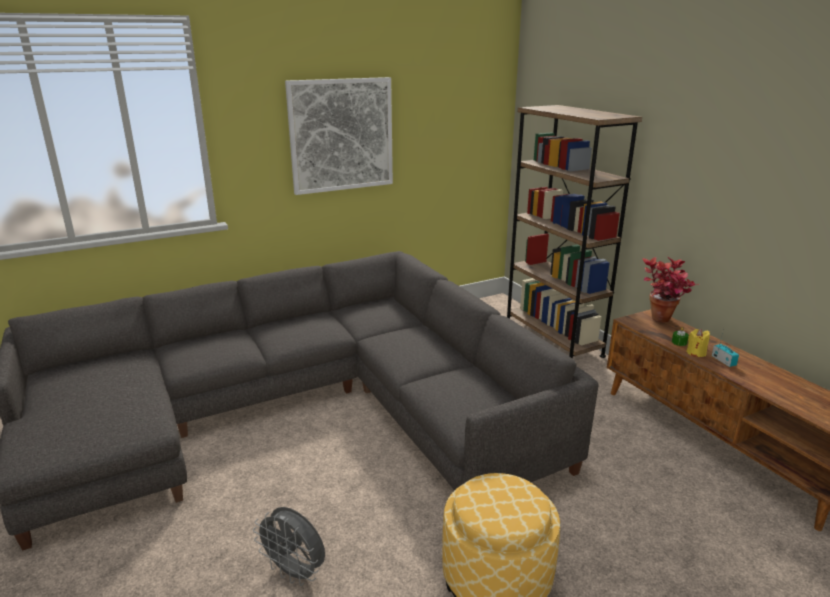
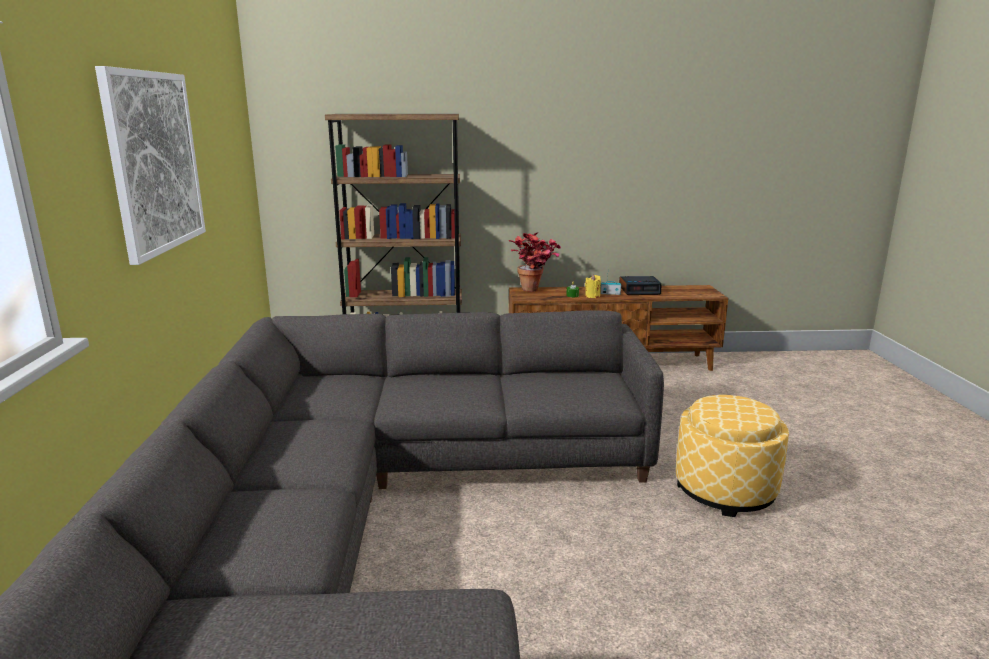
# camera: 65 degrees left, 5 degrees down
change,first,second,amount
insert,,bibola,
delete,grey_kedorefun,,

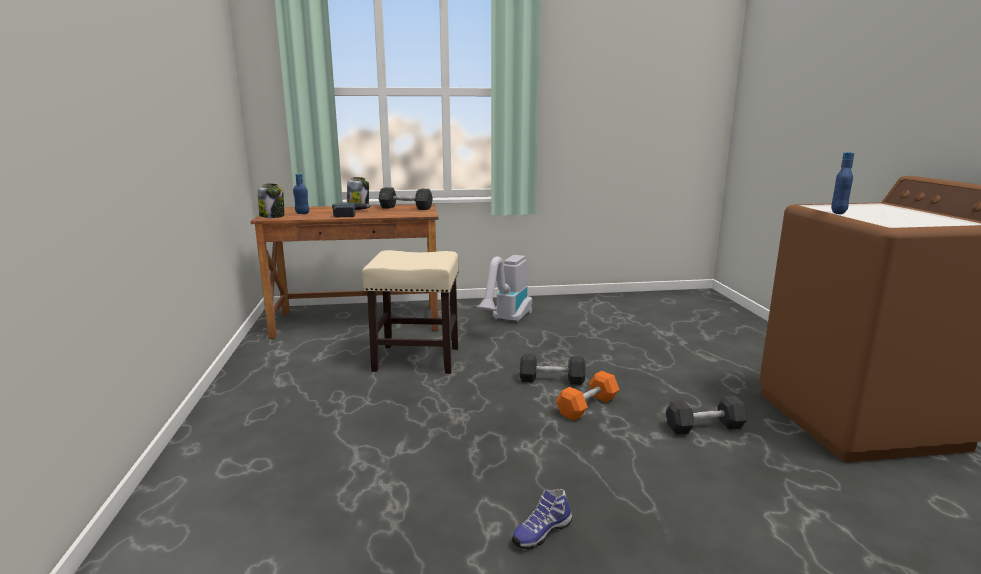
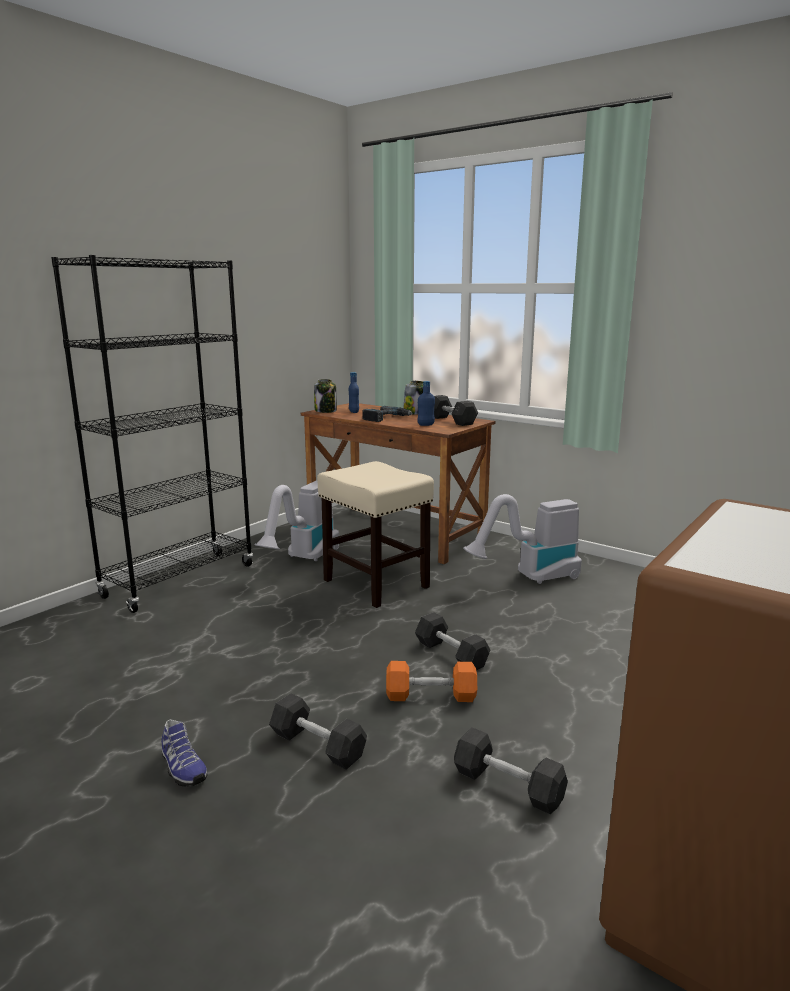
# camera: 45 degrees right, 0 degrees up
change,first,second,amount
insert,,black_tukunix,
rotate,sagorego,,135 degrees counterclockwise
insert,,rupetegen (1st from left),
insert,,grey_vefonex (1st from left),
move,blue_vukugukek (2nd from left),,

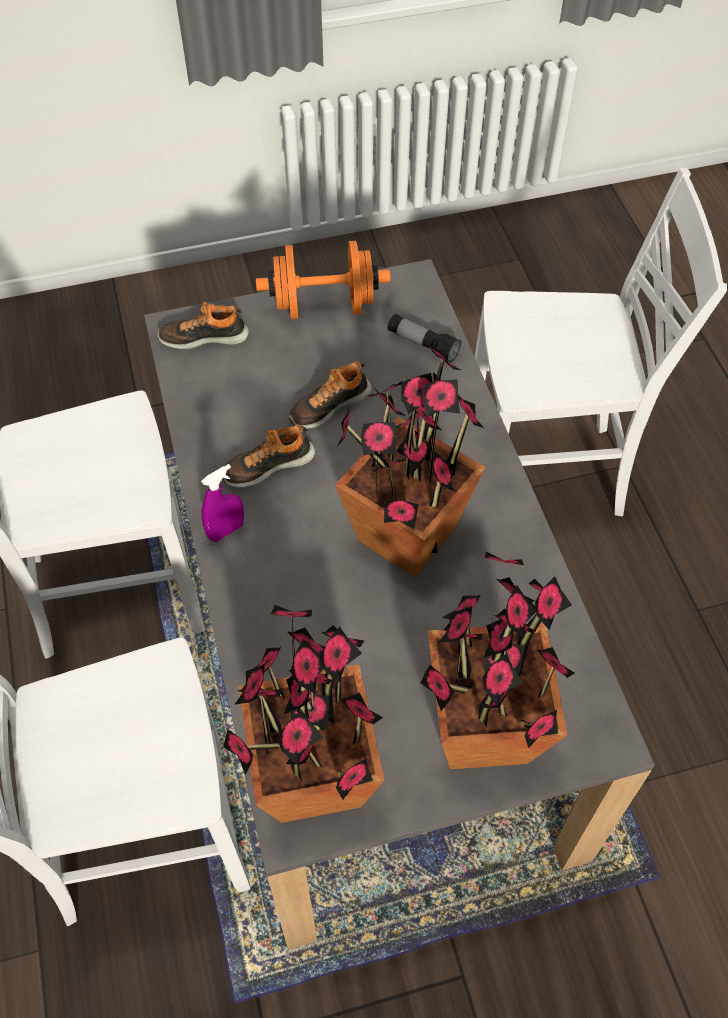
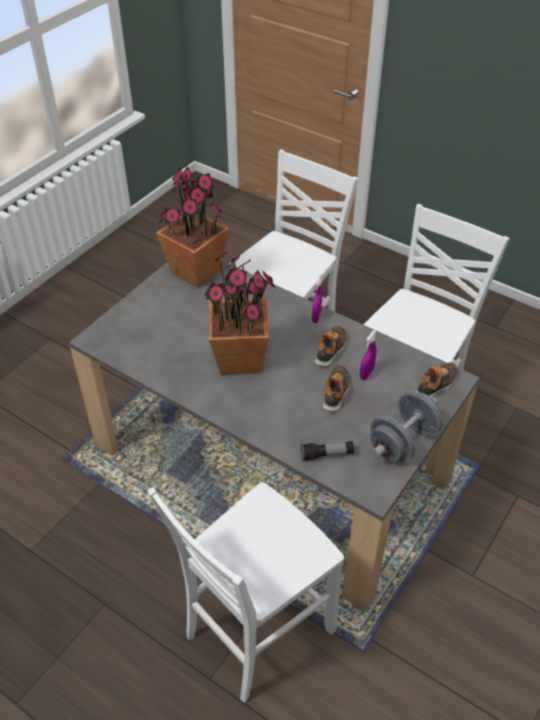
# camera: 140 degrees right, 10 degrees down
change,first,second,amount
insert,,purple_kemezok (2nd from left),
recolor,orange_vefonex,grey_vefonex,
delete,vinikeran (3rd from left),,

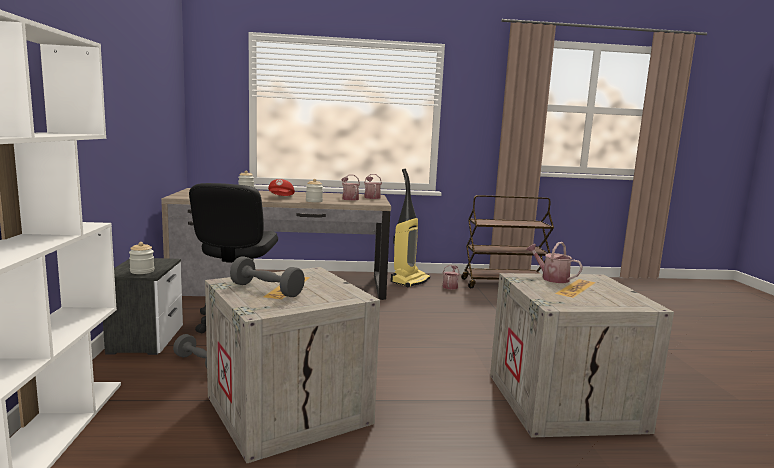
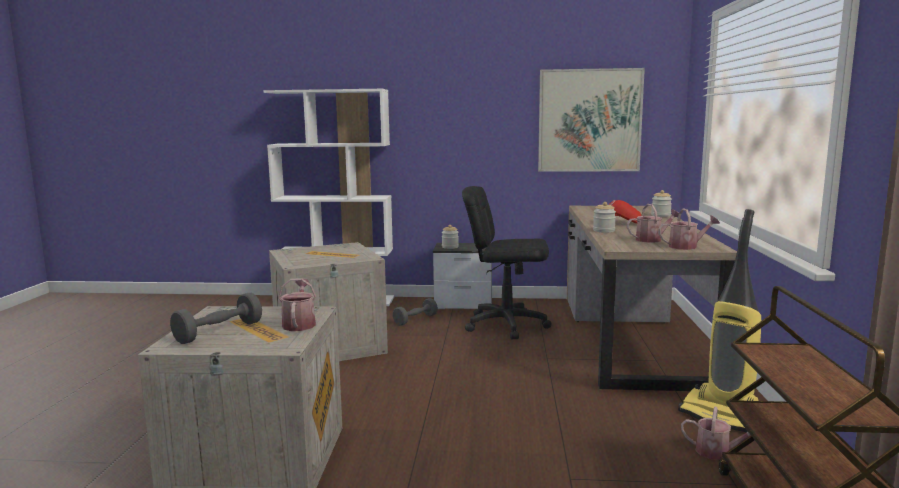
# camera: 100 degrees right, 0 degrees up
change,first,second,amount
move,grey_vefonex (2nd from left in the first image),grey_vefonex (1st from left),
rotate,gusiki (4th from left in the first image),gusiki (1st from left),60 degrees counterclockwise
insert,,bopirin,

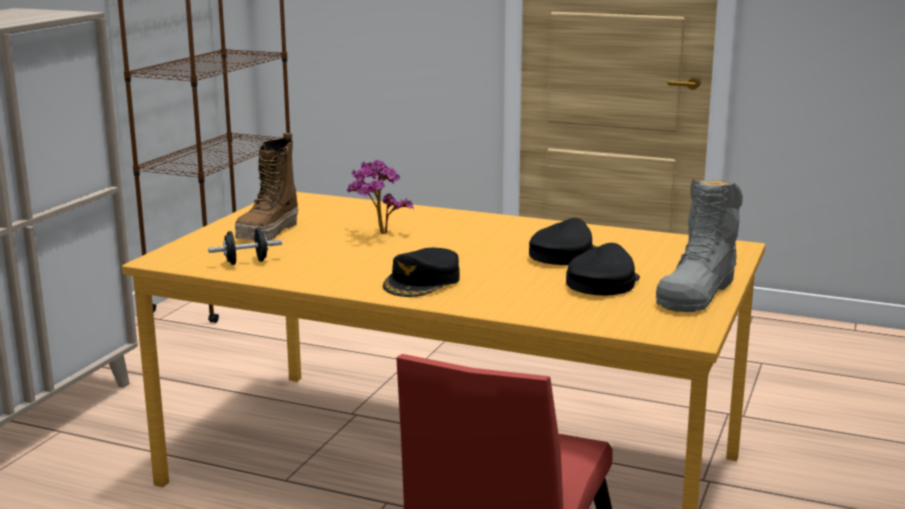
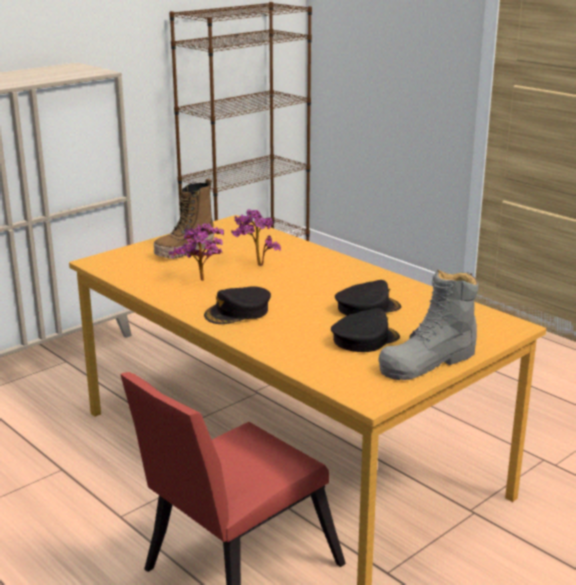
# camera: 25 degrees right, 5 degrees up
change,first,second,amount
insert,,vinikeran (1st from left),
delete,black_vefonex,,

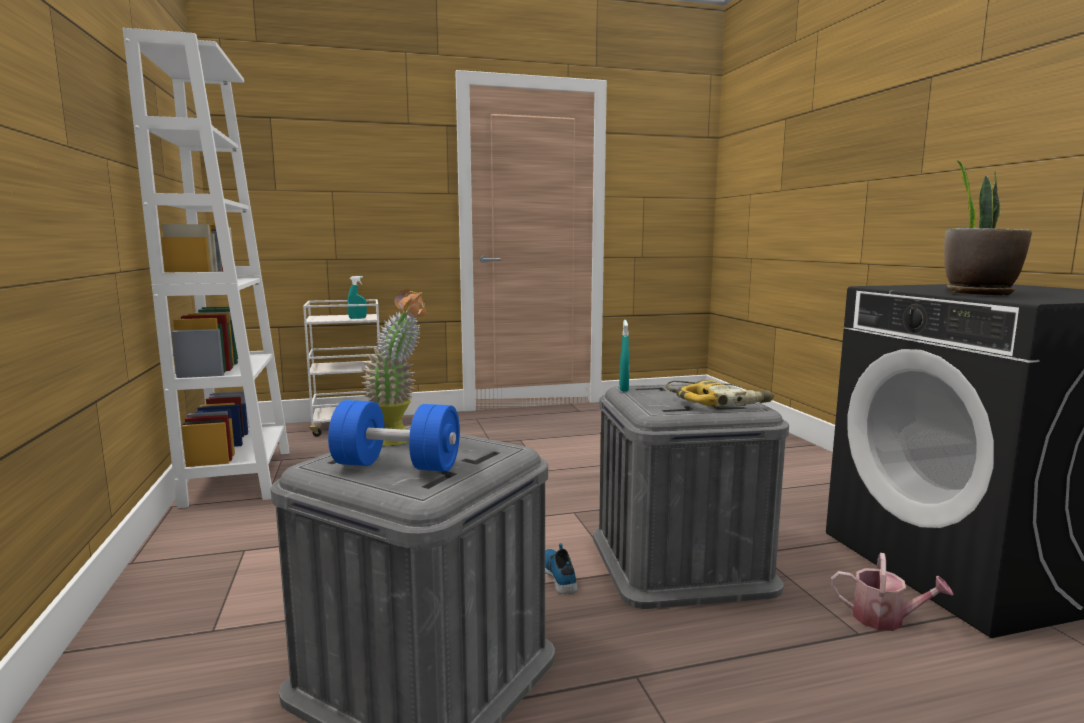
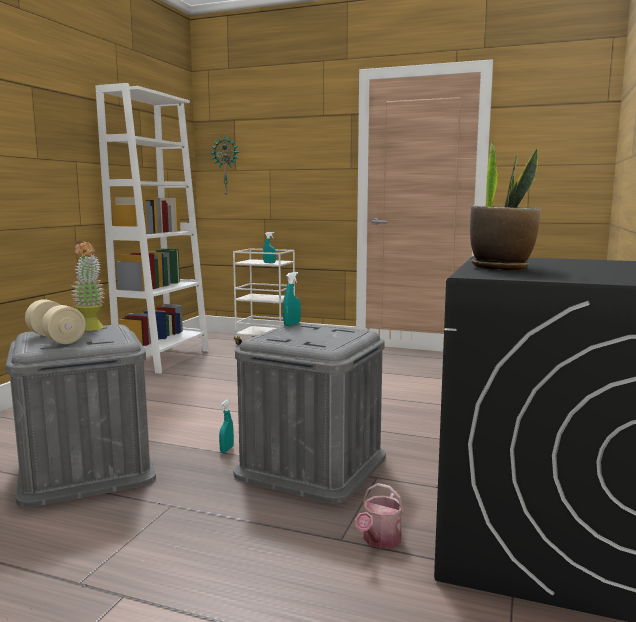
# camera: 35 degrees right, 0 degrees up
change,first,second,amount
recolor,blue_vefonex,beige_vefonex,
insert,,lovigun,
replace,sagorego,turquoise_kemezok (1st from left),
rotate,gusiki,,60 degrees clockwise
delete,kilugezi,,

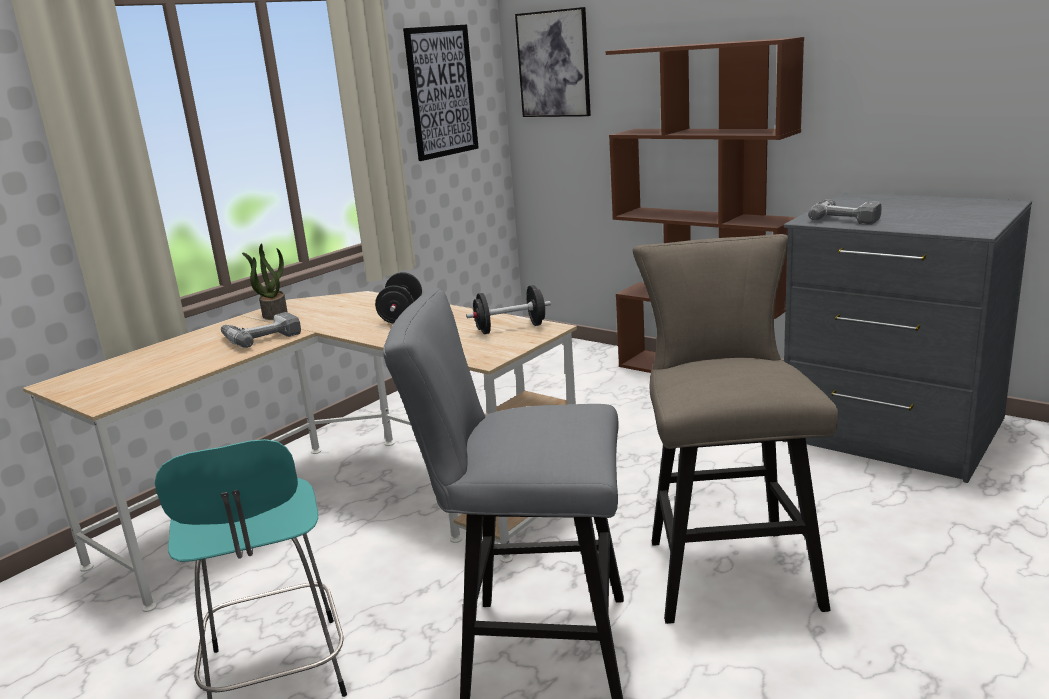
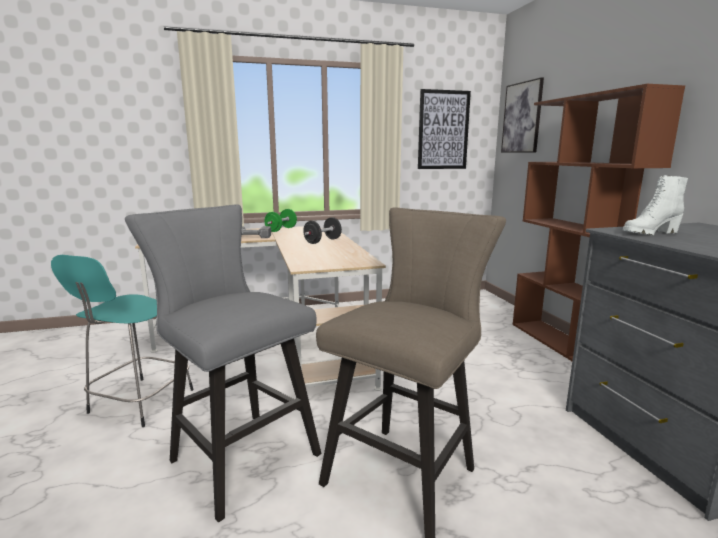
# camera: 35 degrees right, 5 degrees down
change,first,second,amount
replace,vinikeran,green_vefonex,
replace,kilugezi (2nd from left),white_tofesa,
delete,black_vefonex (2nd from left),,

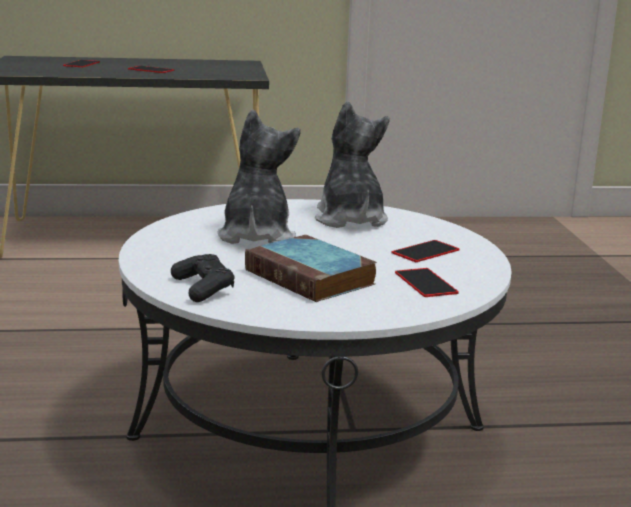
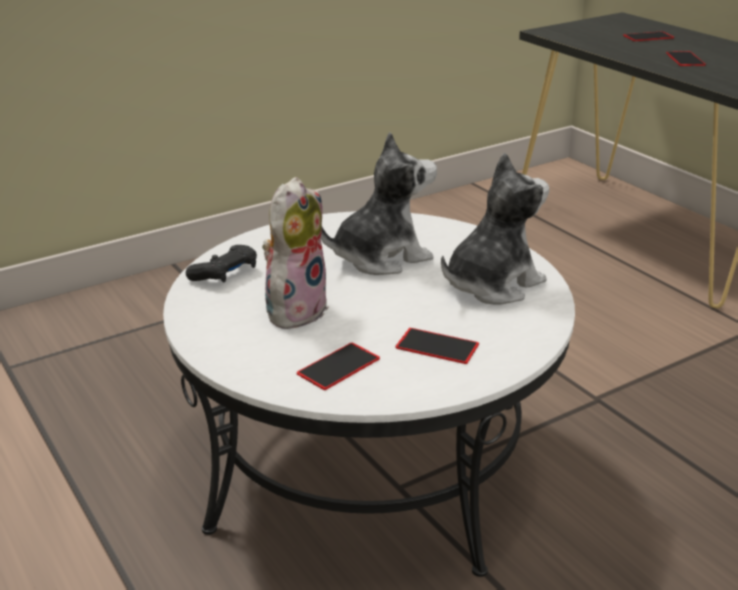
# camera: 65 degrees right, 10 degrees up
change,first,second,amount
replace,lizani,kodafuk (1st from left),

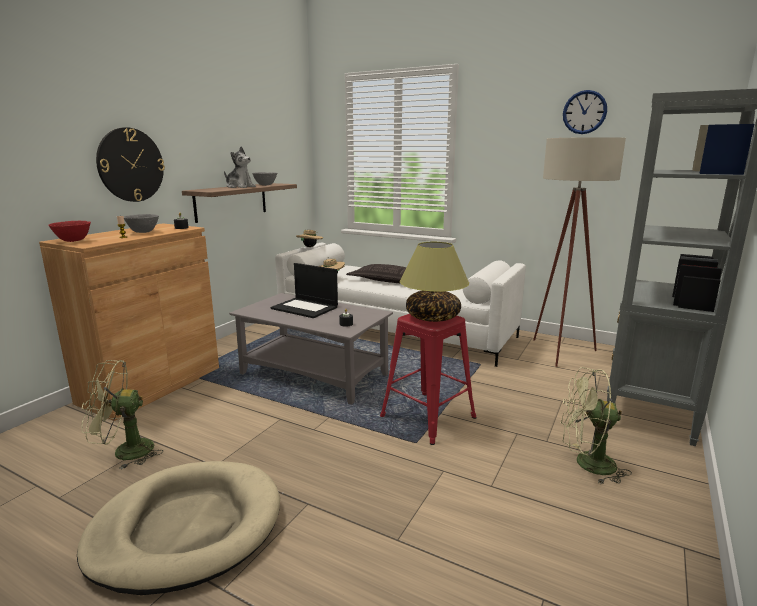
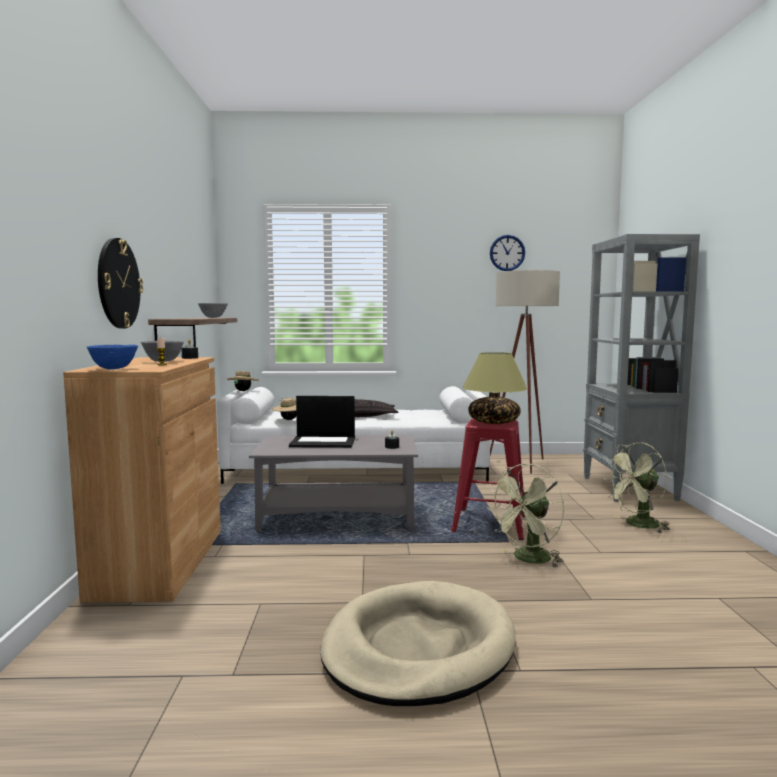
# camera: 30 degrees left, 10 degrees down
change,first,second,amount
recolor,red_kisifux,blue_kisifux,
move,green_kedorefun (1st from left),,
delete,kodafuk,,

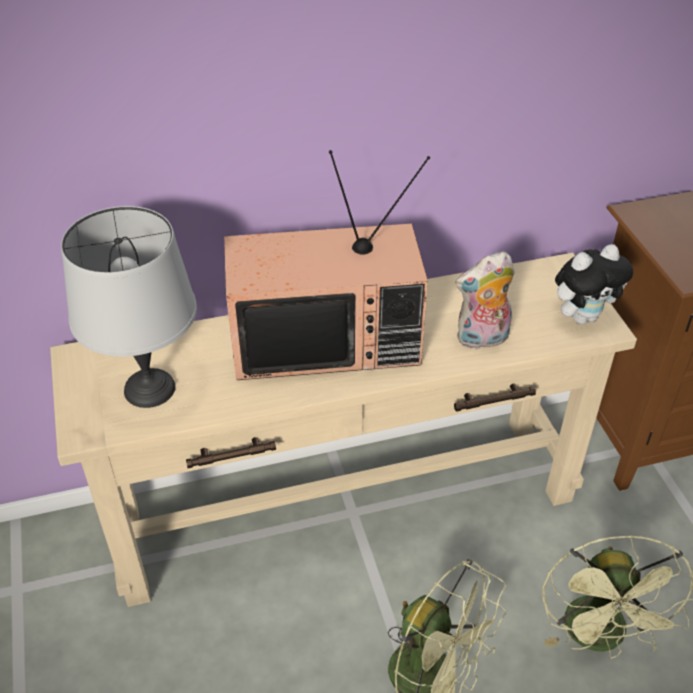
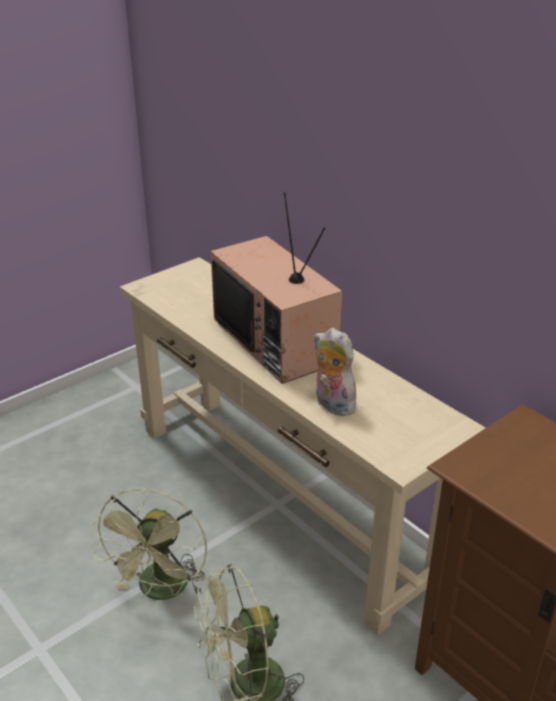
# camera: 65 degrees right, 10 degrees down
change,first,second,amount
delete,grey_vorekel,,
delete,kodafuk (2nd from left),,

